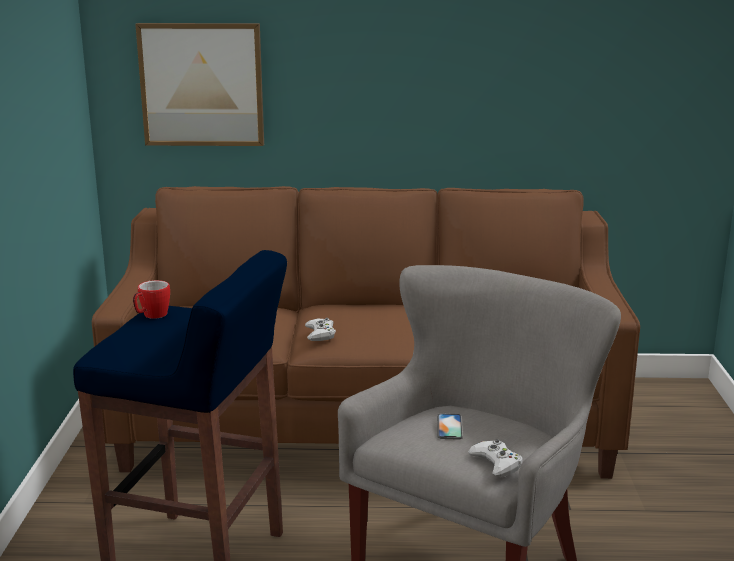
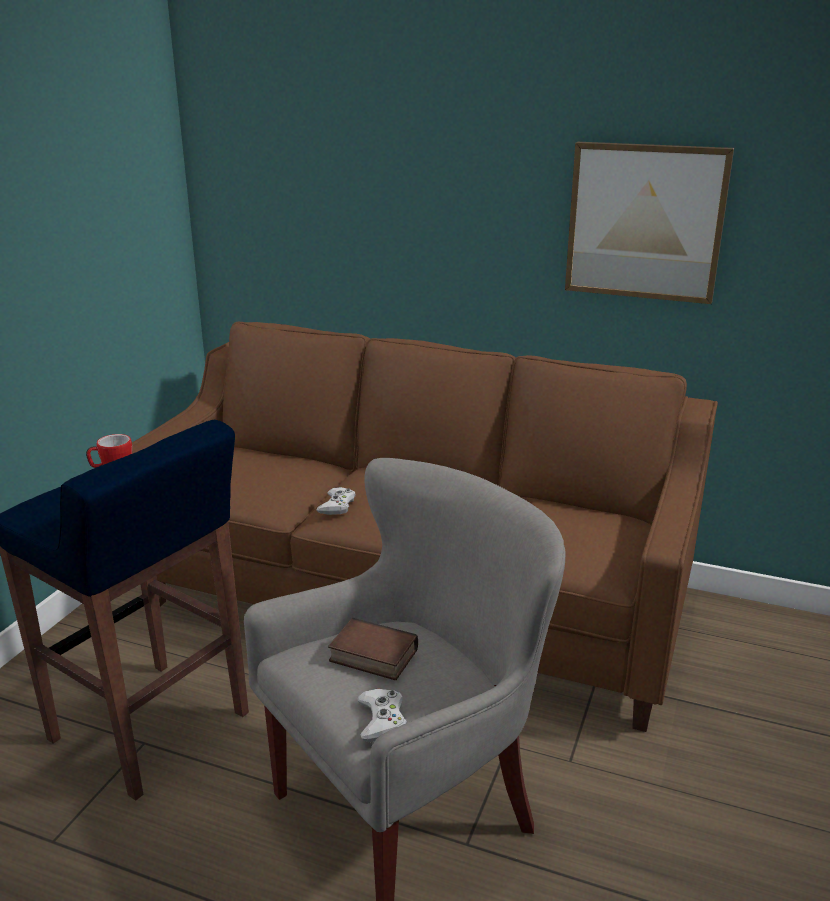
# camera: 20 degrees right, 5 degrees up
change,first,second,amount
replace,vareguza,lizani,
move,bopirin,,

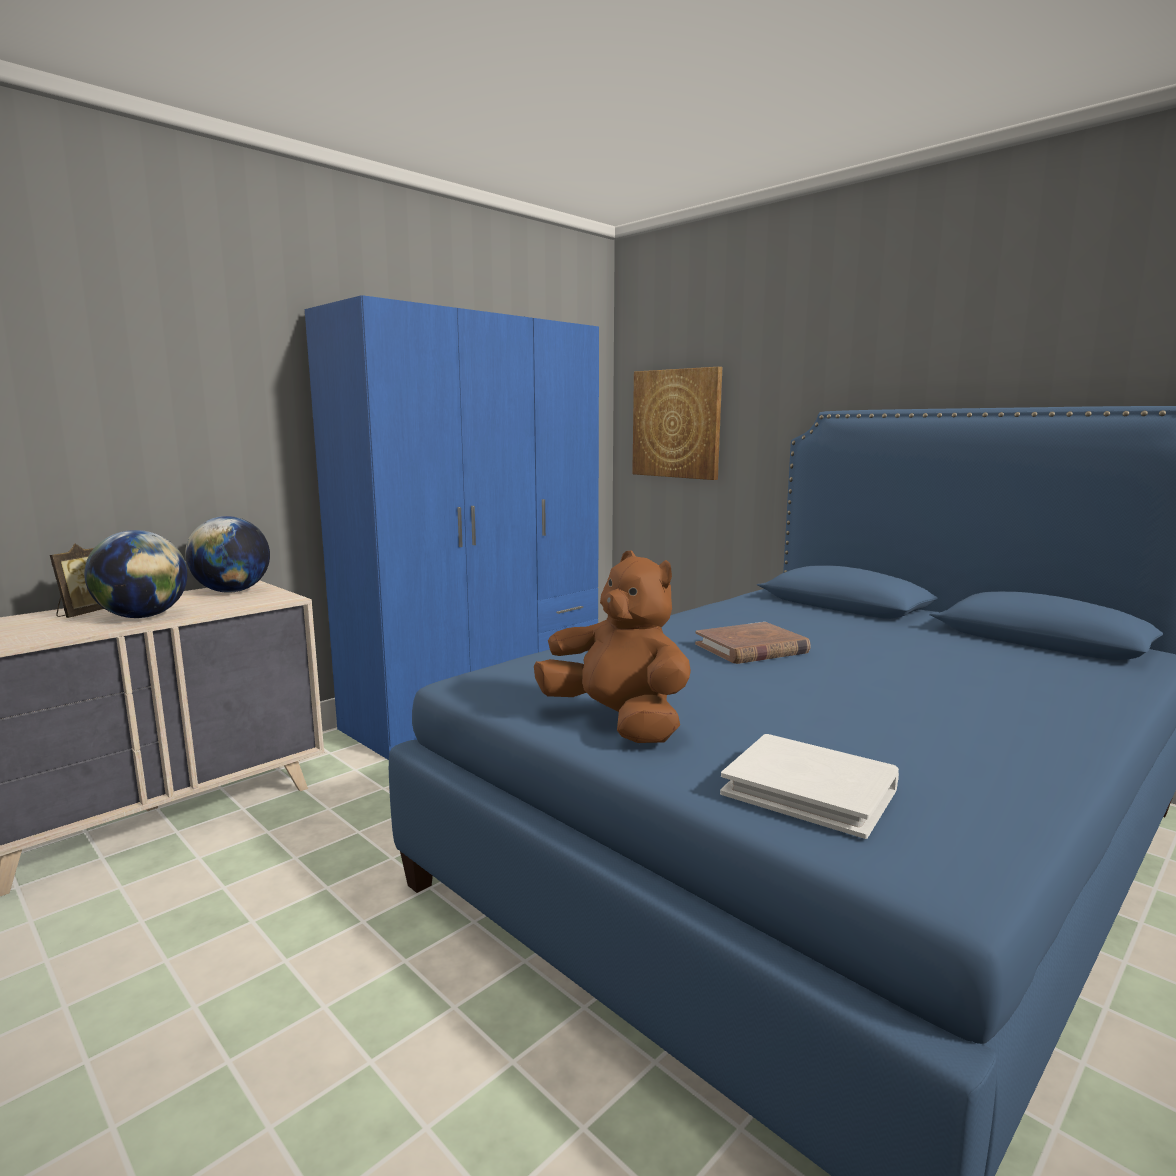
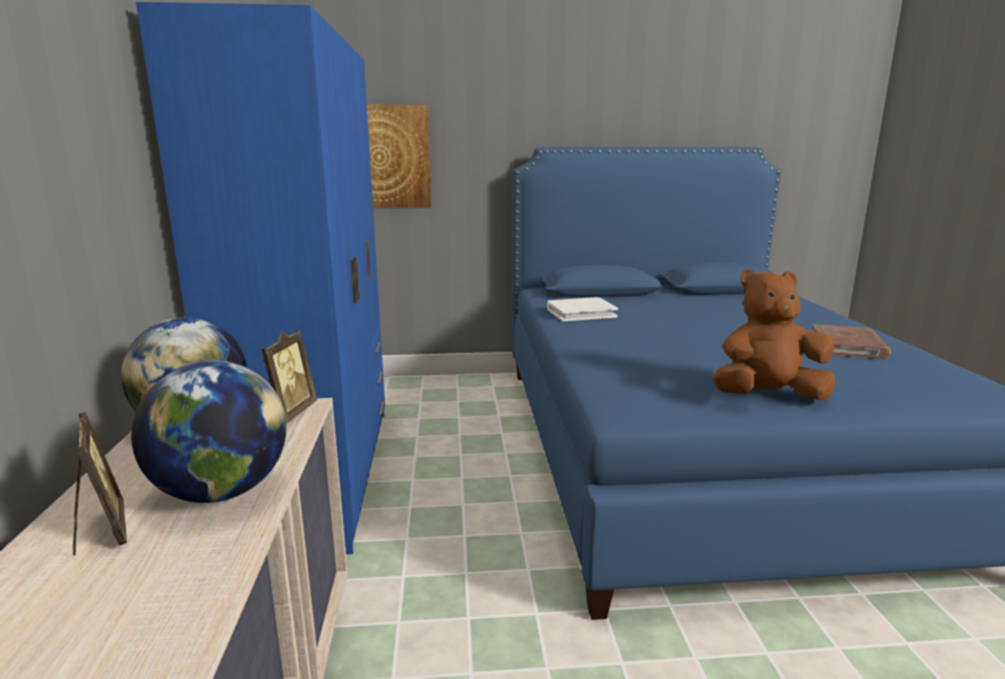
# camera: 50 degrees left, 5 degrees up
change,first,second,amount
insert,,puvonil (2nd from left),
move,white_lizani,,
move,brown_lizani,,

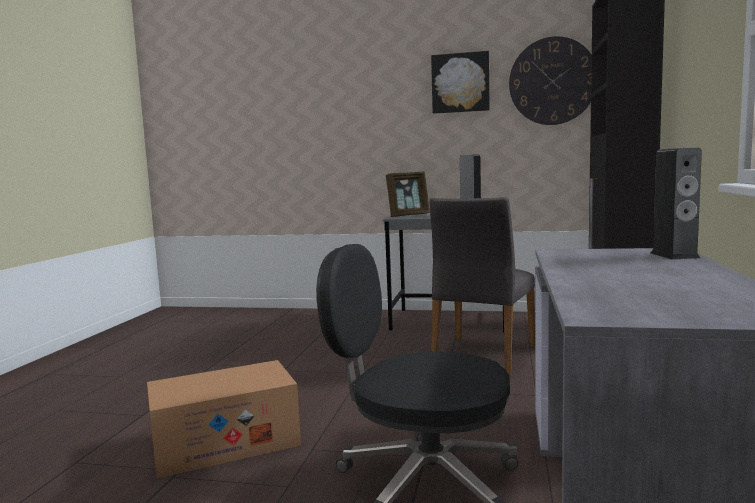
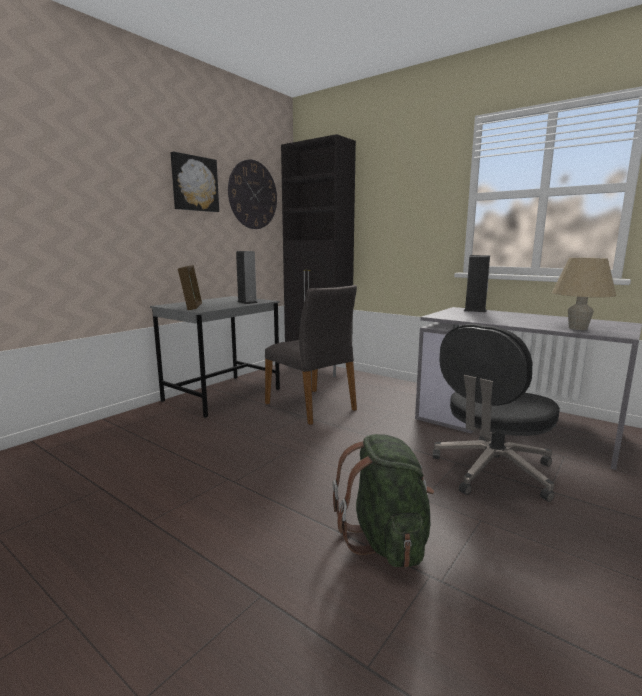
# camera: 65 degrees left, 5 degrees up
change,first,second,amount
replace,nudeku,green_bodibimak,
insert,,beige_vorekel,

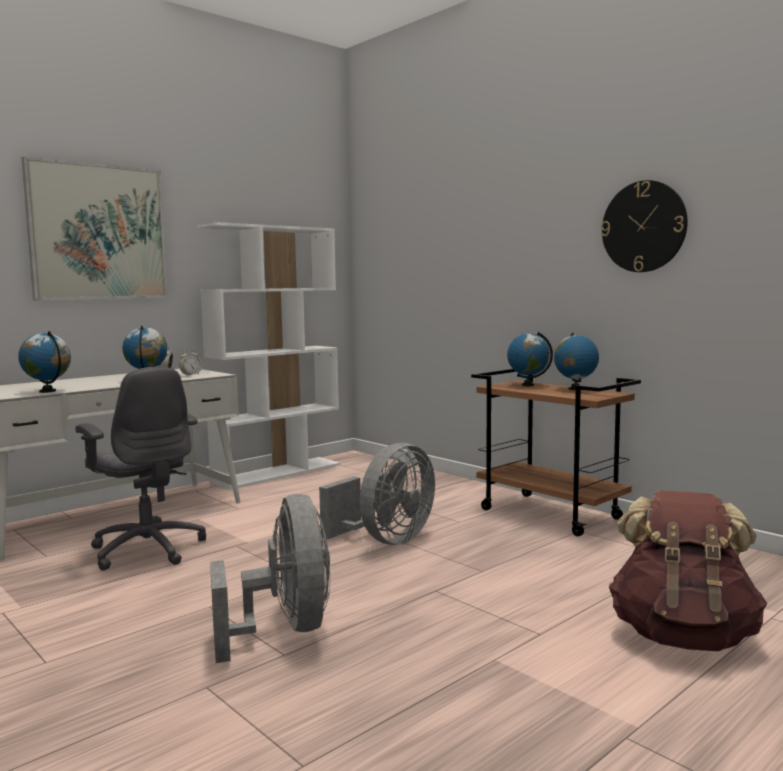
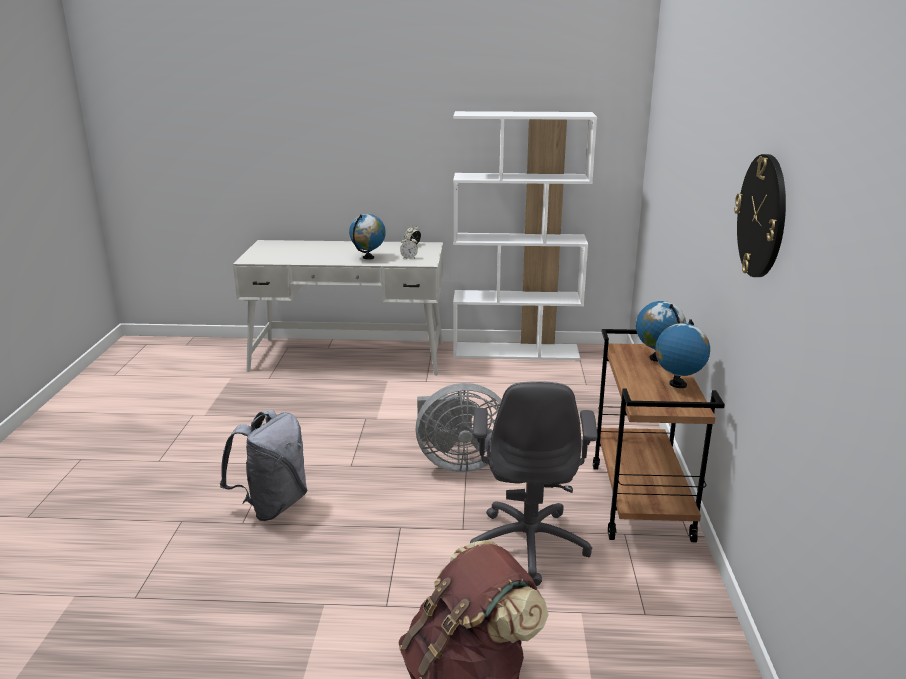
# camera: 45 degrees right, 15 degrees up
change,first,second,amount
replace,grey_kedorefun (1st from left),grey_bodibimak,
move,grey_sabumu,,
delete,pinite (1st from left),,
delete,bopirin,,

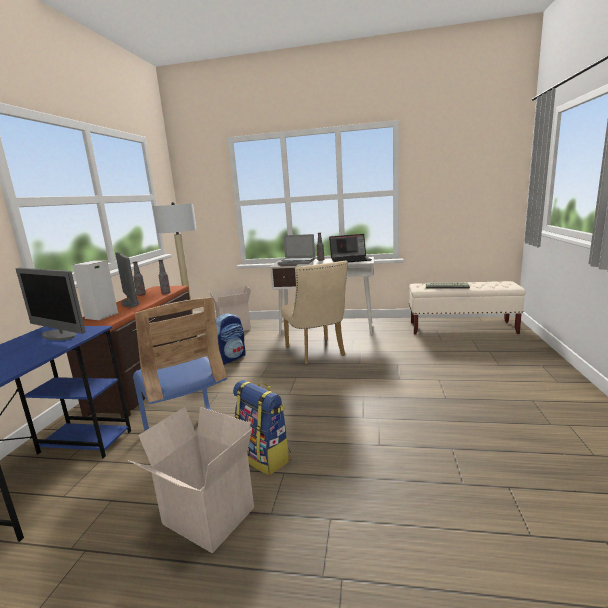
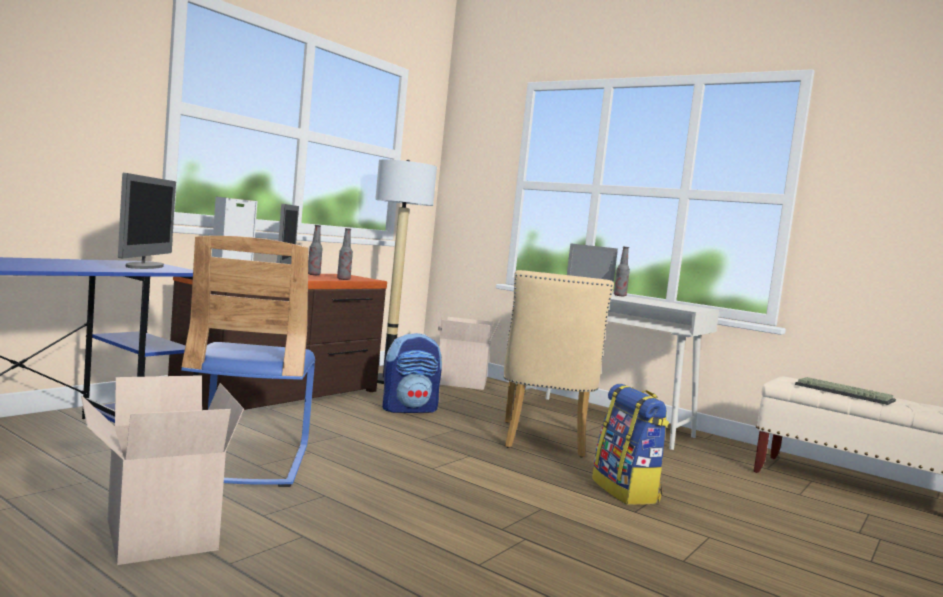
# camera: 25 degrees right, 10 degrees down
change,first,second,amount
rotate,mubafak (1st from left),,150 degrees counterclockwise
move,bodibimak (2nd from left),,
delete,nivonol (2nd from left),,

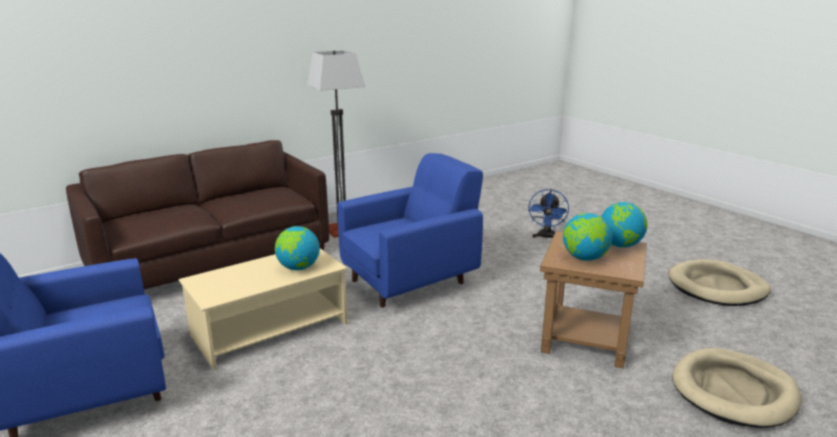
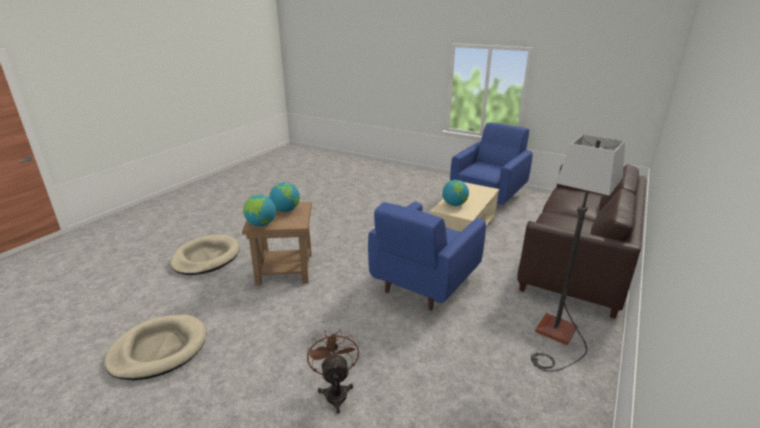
# camera: 155 degrees right, 5 degrees up
change,first,second,amount
recolor,blue_kedorefun,brown_kedorefun,

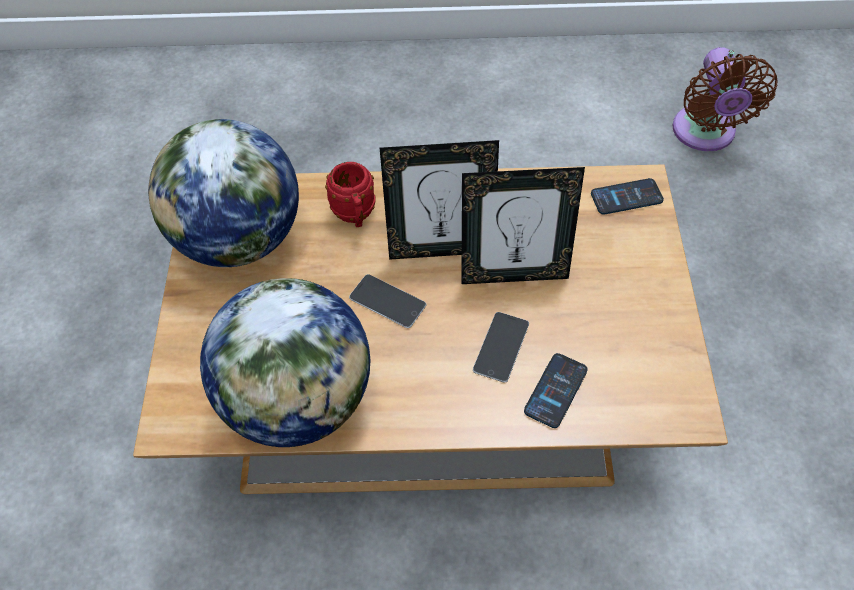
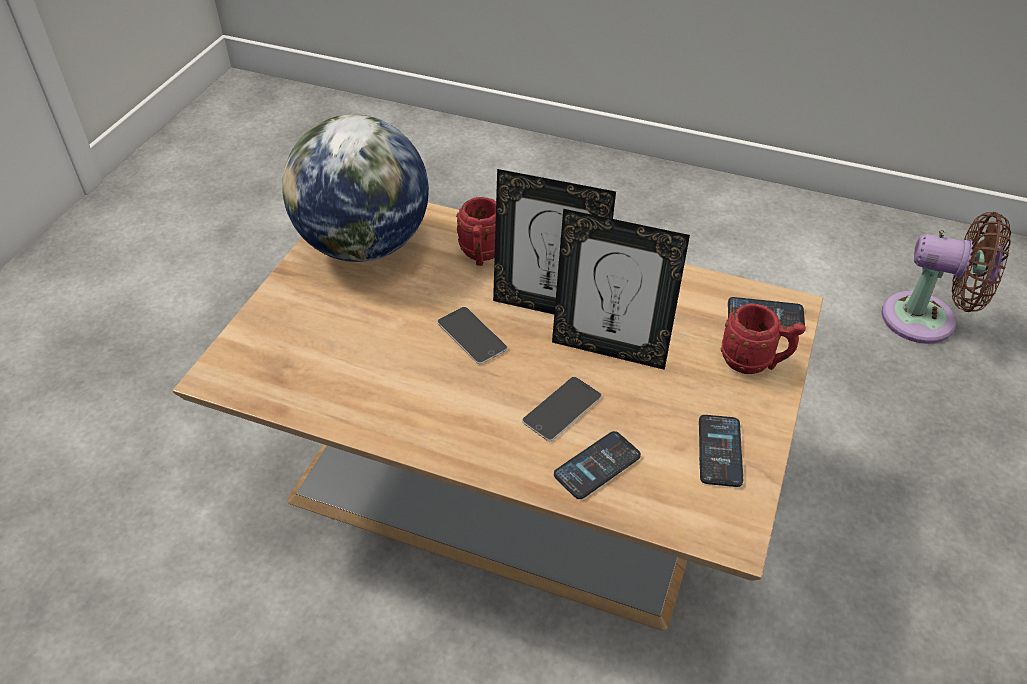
# camera: 20 degrees right, 10 degrees down
change,first,second,amount
insert,,vareguza (4th from left),
insert,,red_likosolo (2nd from left),
rotate,brown_kedorefun,,90 degrees counterclockwise
delete,pinite (2nd from left),,

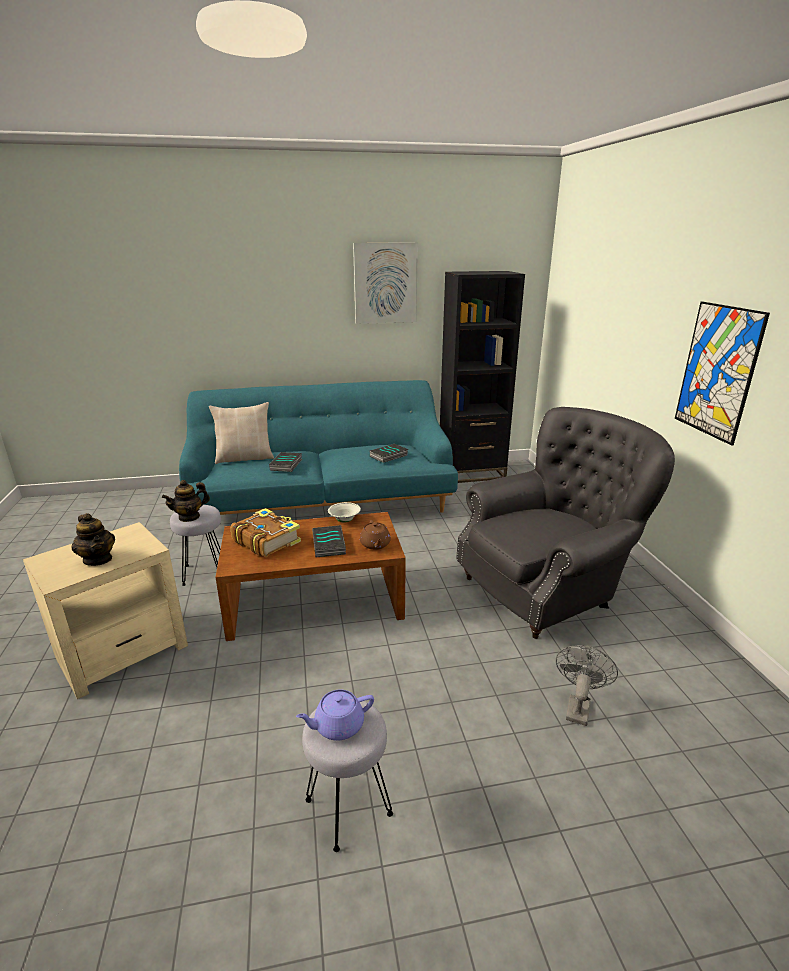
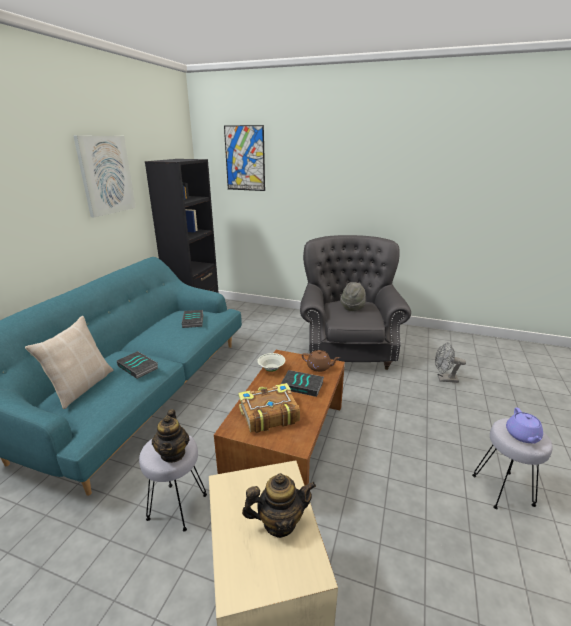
# camera: 60 degrees left, 0 degrees up
change,first,second,amount
move,bopirin (2nd from left),,
insert,,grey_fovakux,
rotate,grey_kedorefun,,45 degrees counterclockwise

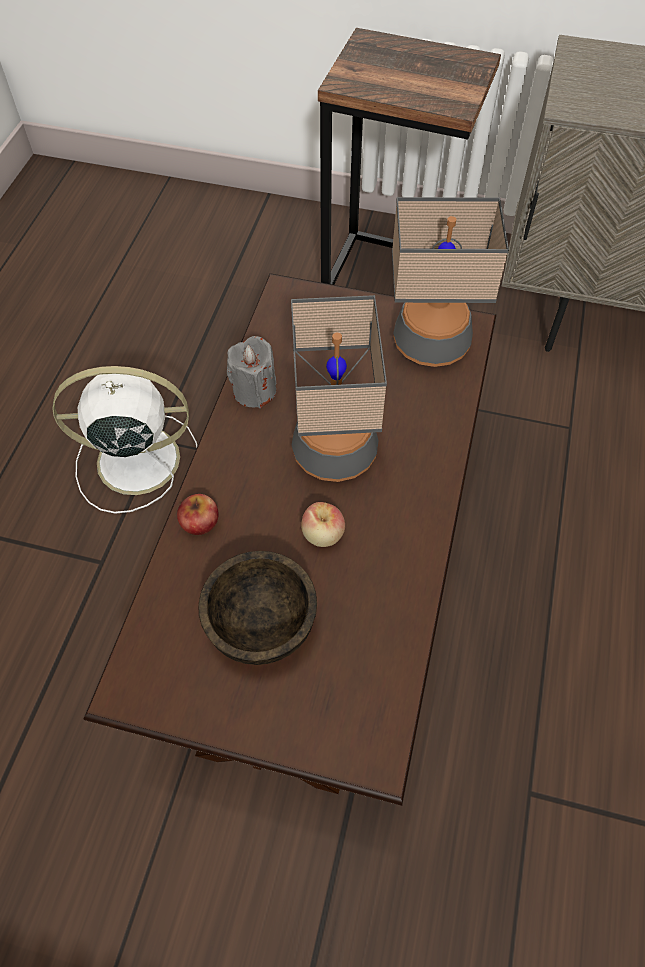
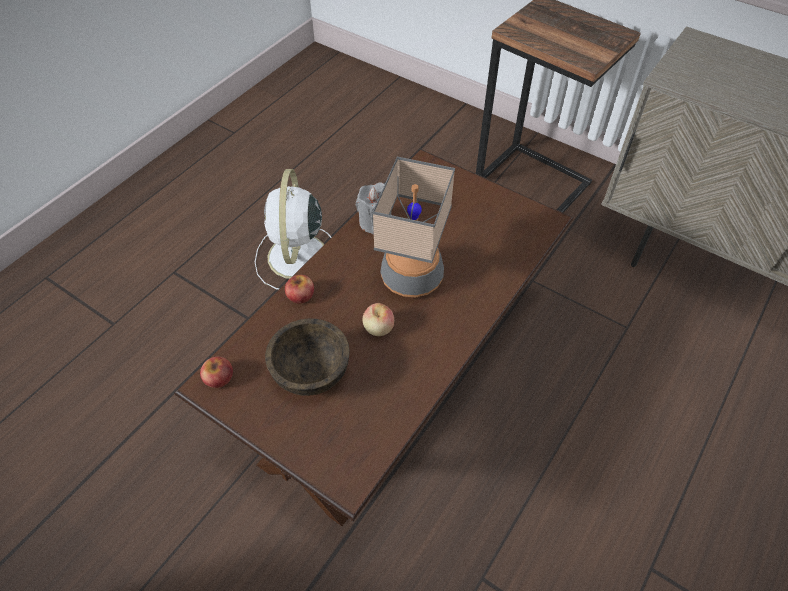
# camera: 20 degrees right, 5 degrees down
change,first,second,amount
insert,,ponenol (1st from left),
rotate,white_kedorefun,,105 degrees counterclockwise
delete,vorekel (2nd from left),,

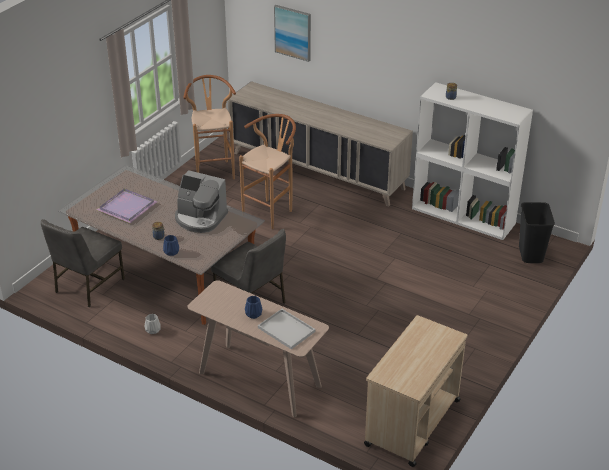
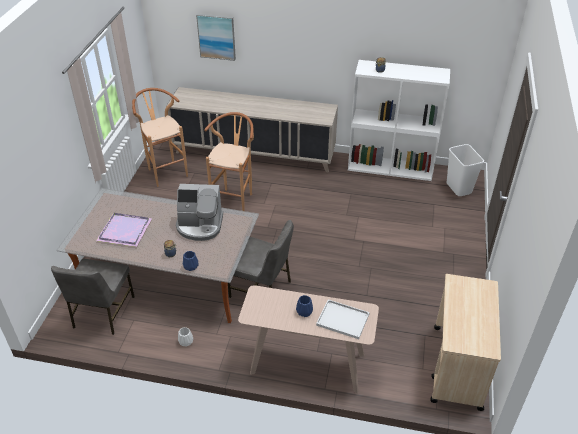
# camera: 20 degrees left, 5 degrees up
change,first,second,amount
recolor,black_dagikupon,white_dagikupon,

